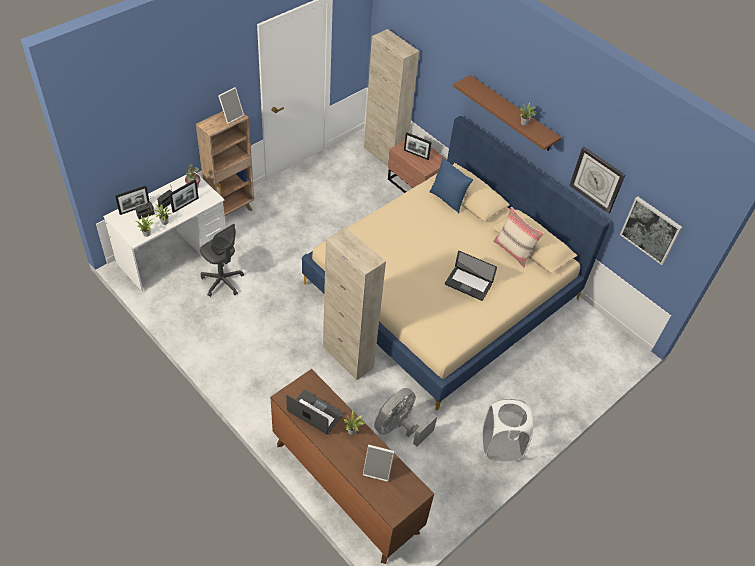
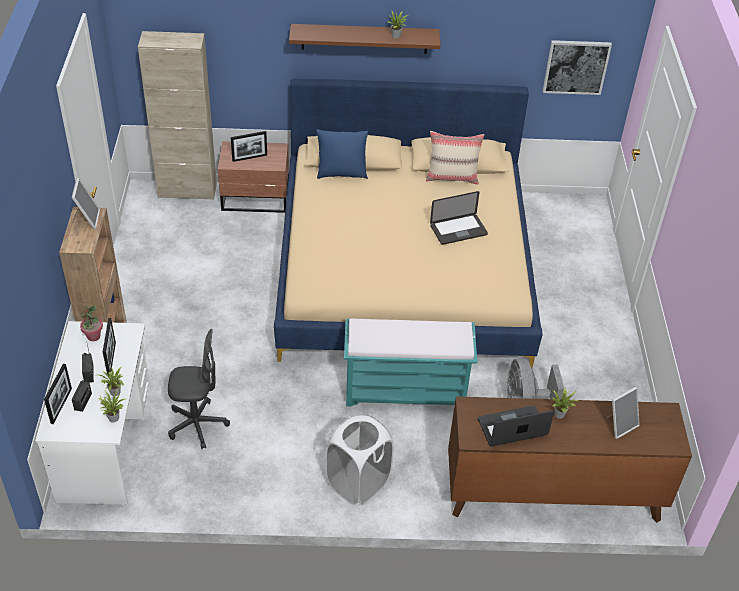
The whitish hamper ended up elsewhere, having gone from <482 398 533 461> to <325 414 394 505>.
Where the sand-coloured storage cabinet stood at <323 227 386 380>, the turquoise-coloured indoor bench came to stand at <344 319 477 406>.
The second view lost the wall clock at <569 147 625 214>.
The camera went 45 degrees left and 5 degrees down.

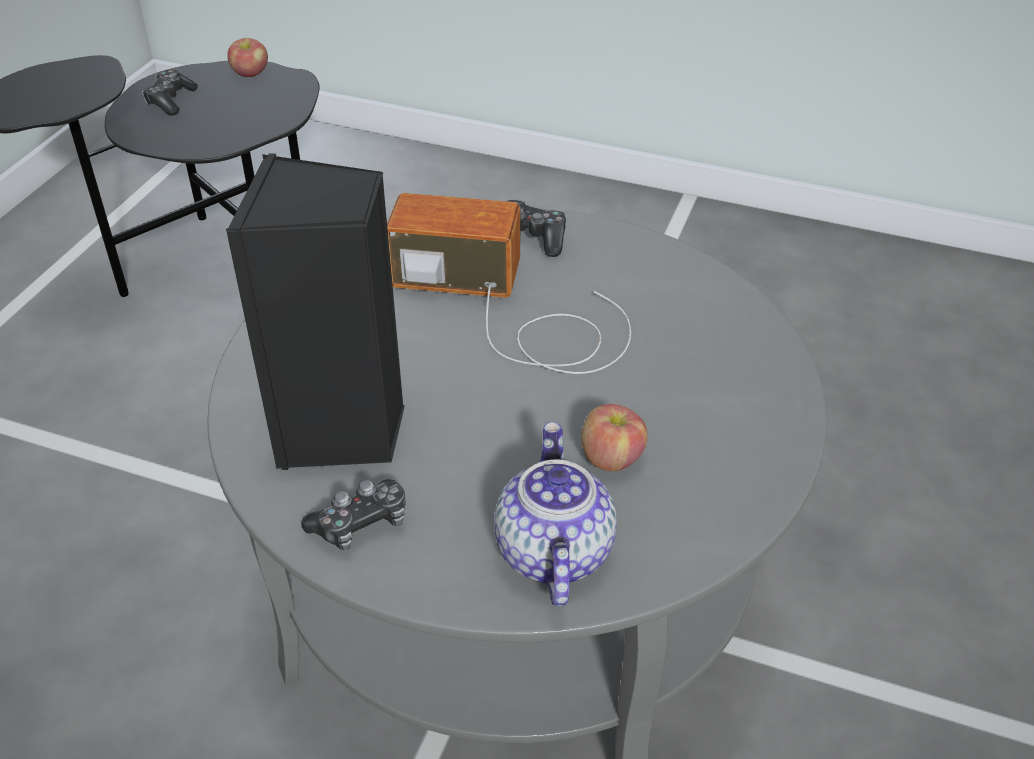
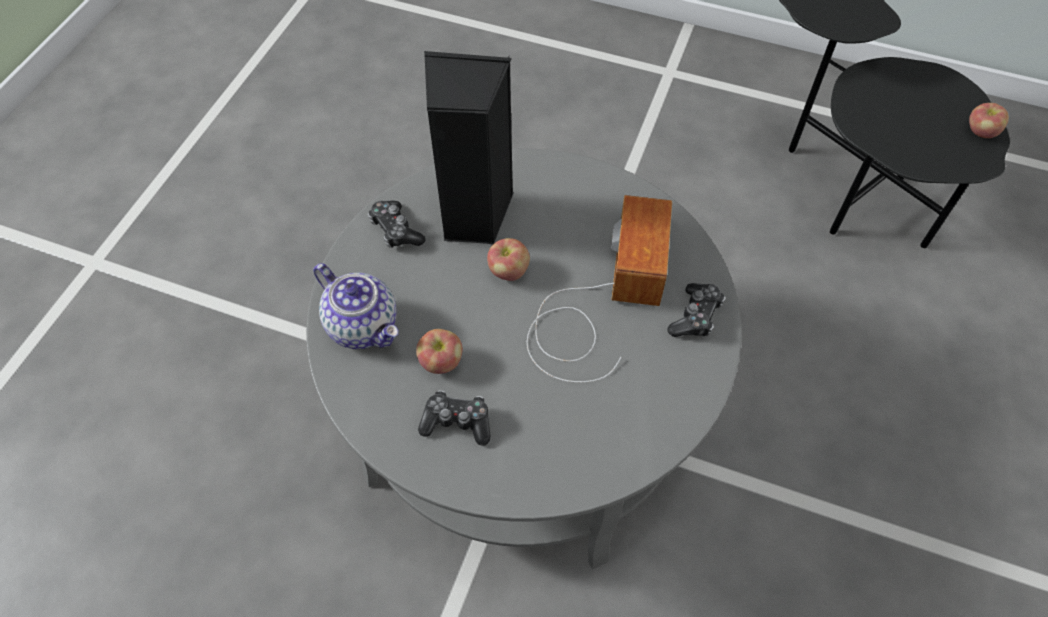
The tea pot at <494 422 617 607> ended up facing another way, 45 degrees clockwise from before.
The joypad ended up elsewhere, having gone from <142 69 198 116> to <418 390 490 446>.
The second view gained the apple at <487 238 530 281>.
The camera went 90 degrees right and 15 degrees up.

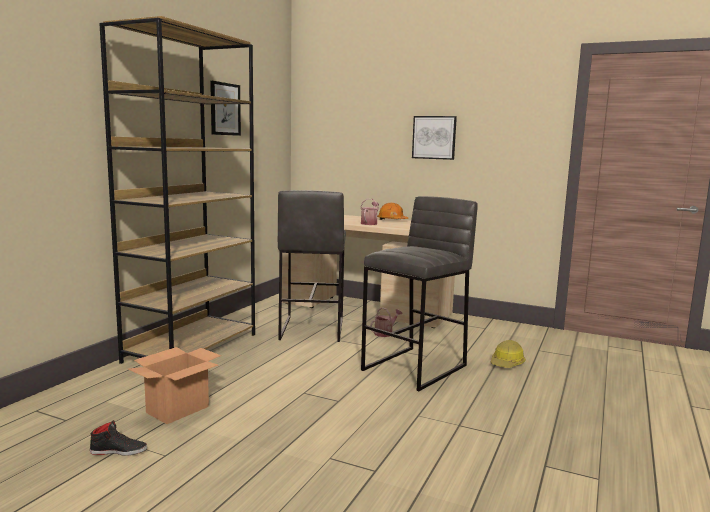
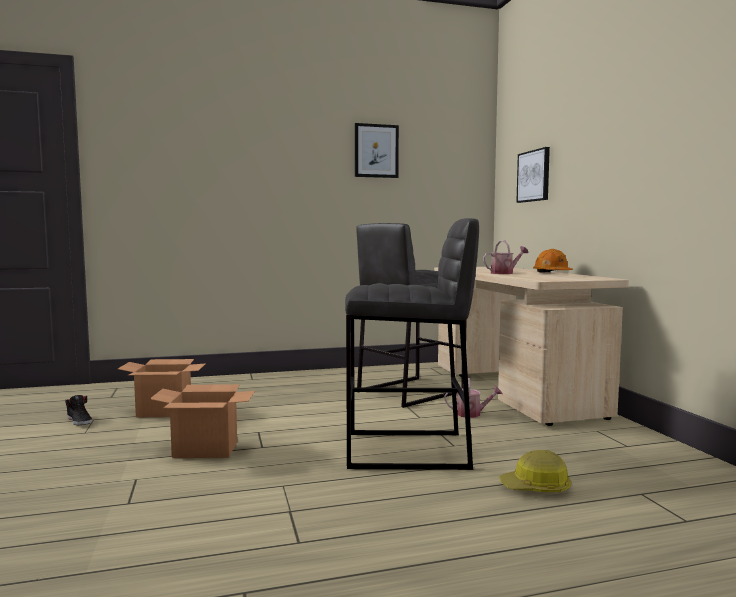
The second view gained the cardboard box at <150 384 255 458>.
The wall picture ended up elsewhere, having gone from <412 116 457 160> to <516 147 550 203>.
The second view lost the brown-coloured bookshelf at <99 16 255 364>.
The camera went 50 degrees right and 5 degrees down.

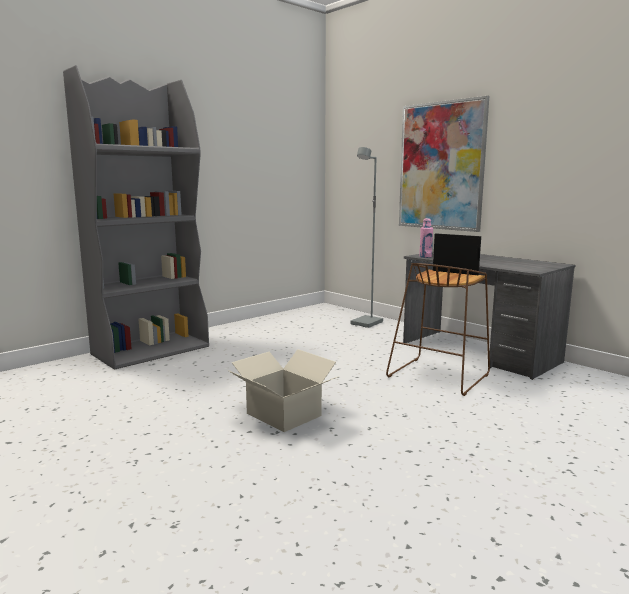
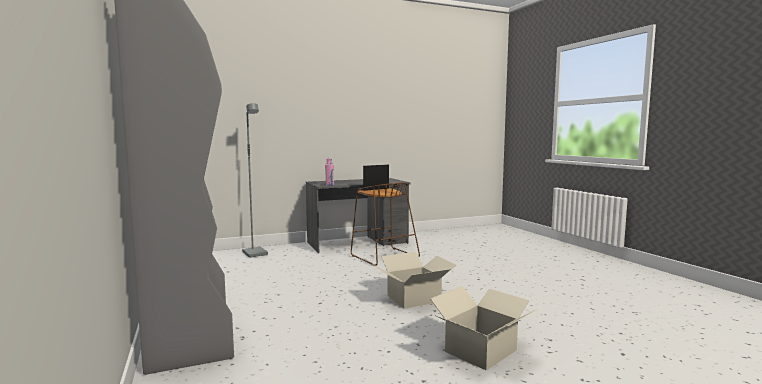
The second view gained the cardboard box at <430 286 538 370>.
The second view lost the wall picture at <399 96 489 232>.
The camera went 70 degrees left and 5 degrees down.

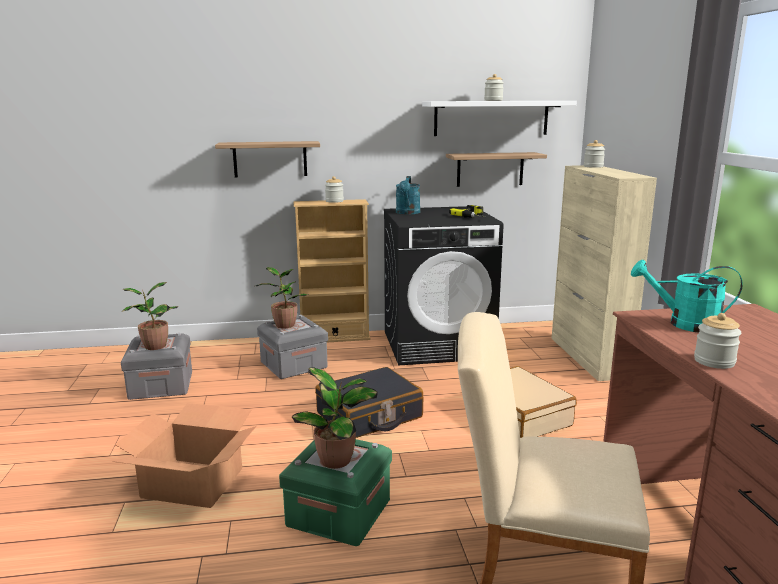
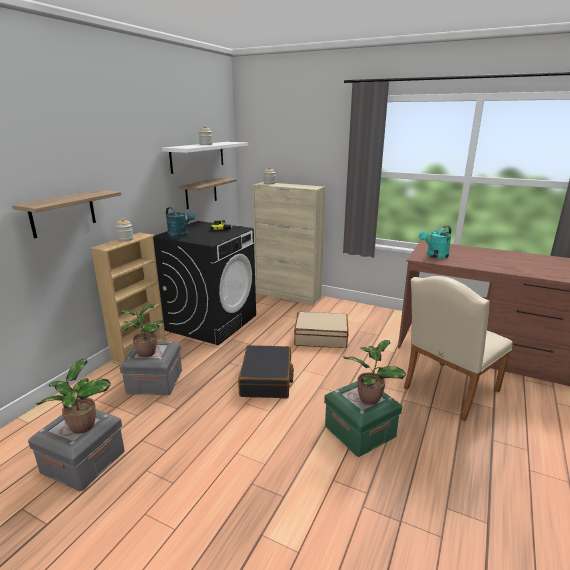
The second view lost the cardboard box at <113 403 257 508>.
The second view lost the jar at <694 313 741 369>.
The camera went 55 degrees left and 5 degrees up.

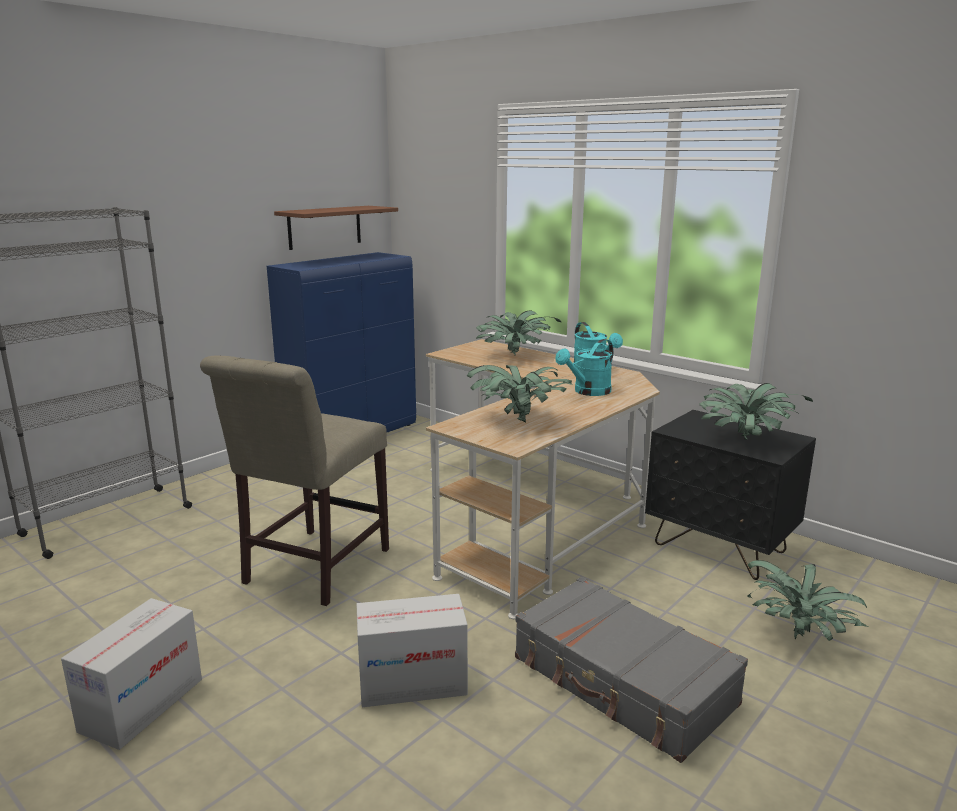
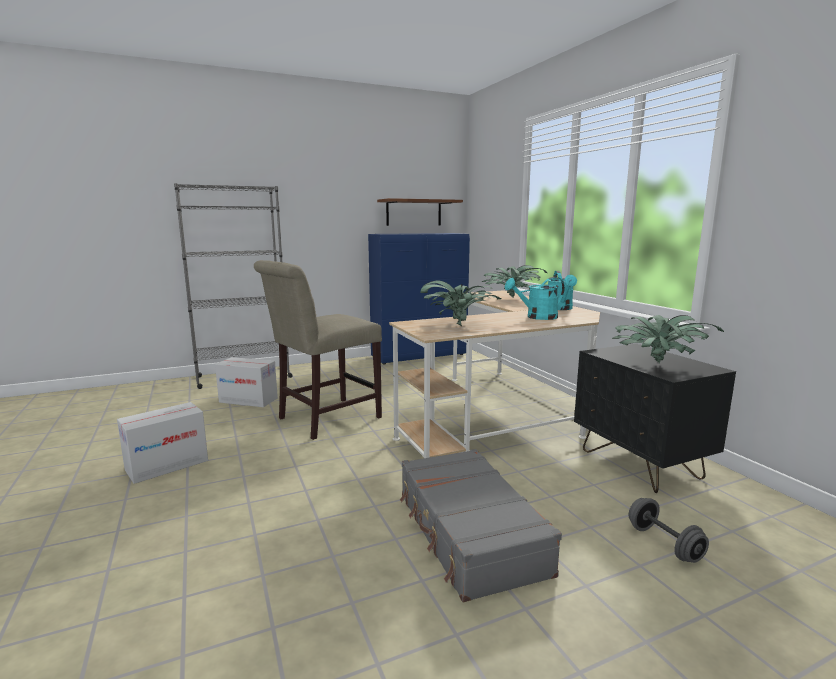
The cardboard box ended up elsewhere, having gone from <356 594 468 707> to <215 357 278 407>.
Where the potted plant stood at <747 560 868 641>, the grey dumbbell came to stand at <629 498 709 563>.
The camera went 25 degrees right and 5 degrees down.

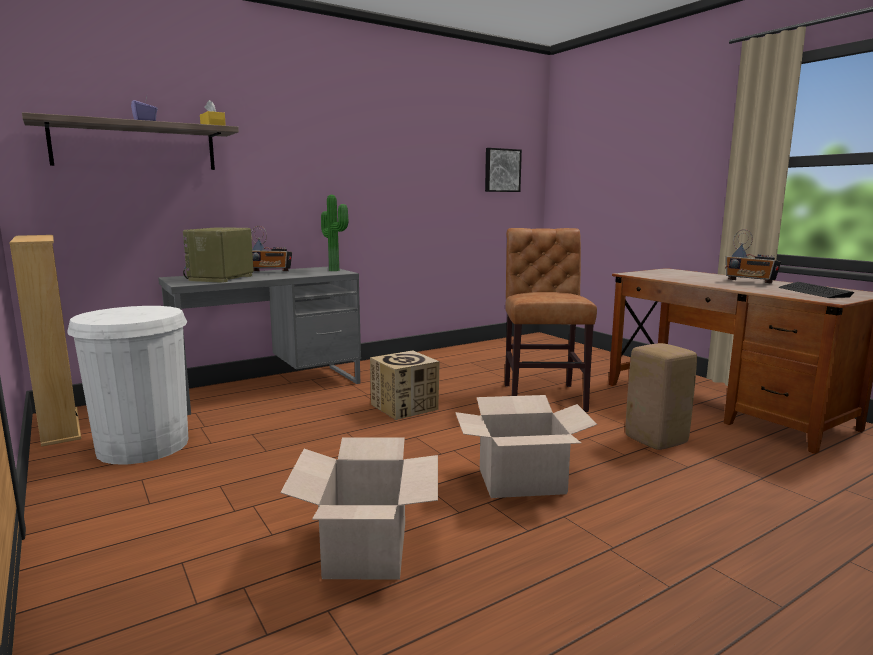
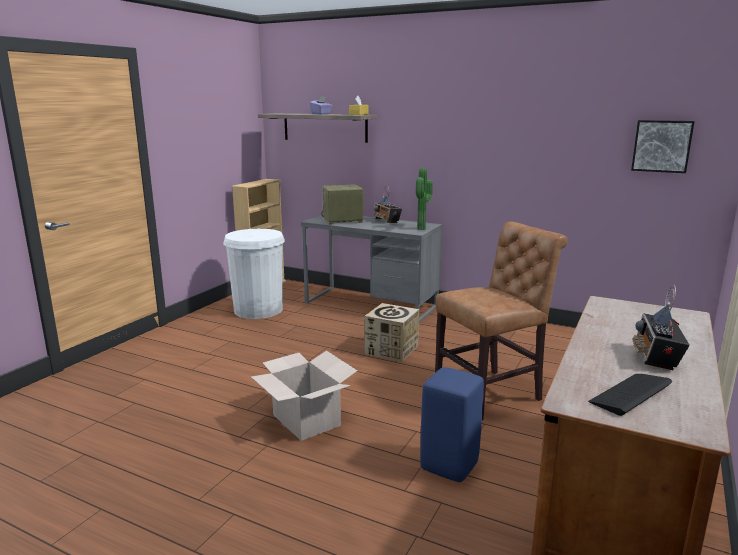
What was the sand-coloured sitting stool at <625 343 697 450> turned into the blue-coloured sitting stool at <420 367 484 482>.
The second view lost the cardboard box at <280 437 438 579>.
The camera went 60 degrees right and 5 degrees up.

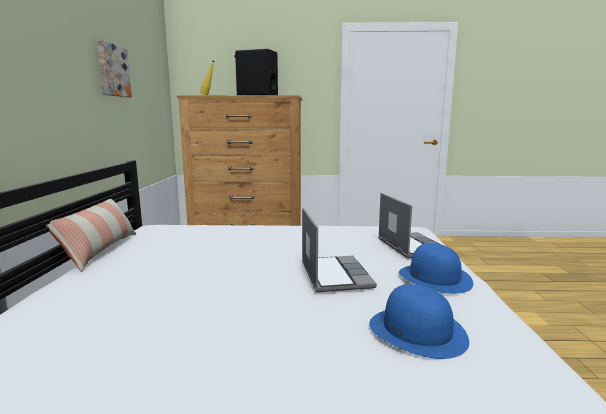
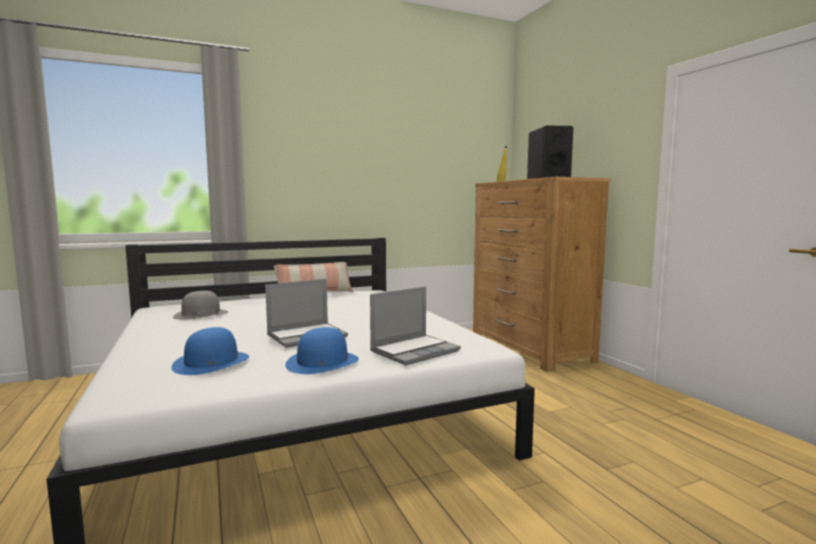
The second view gained the grey clothing hat at <173 291 228 320>.
The second view lost the wall picture at <97 40 132 98>.
The camera went 65 degrees right and 5 degrees down.

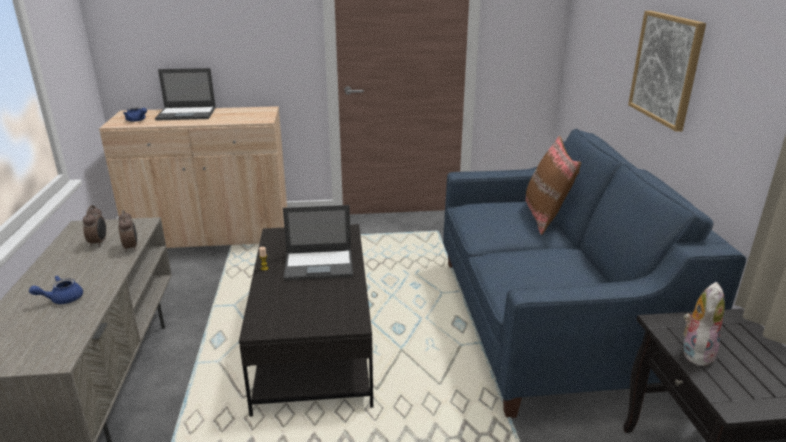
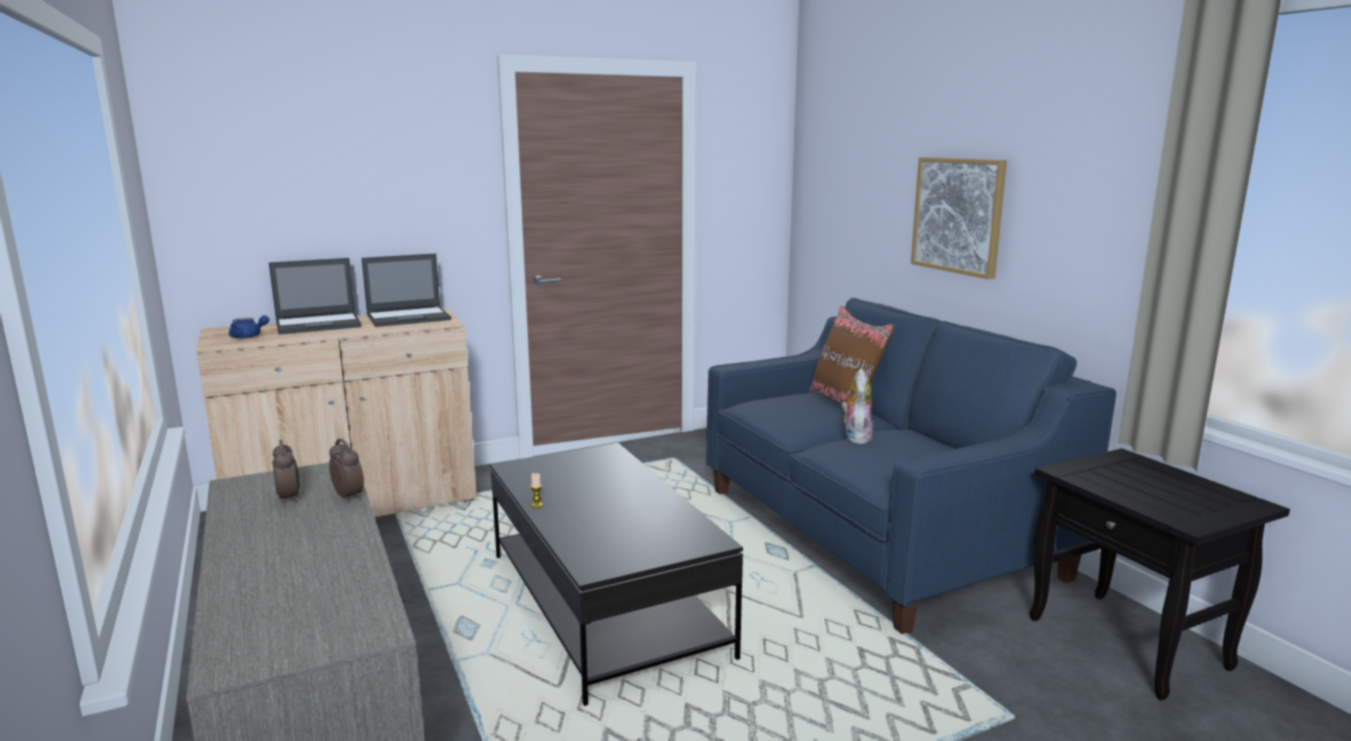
The portable computer ended up elsewhere, having gone from <283 205 353 281> to <361 254 451 327>.
The cuddly toy ended up elsewhere, having gone from <683 282 725 366> to <841 368 873 444>.
The second view lost the blue-coloured tea pot at <29 276 83 304>.
The camera went 20 degrees left and 10 degrees down.

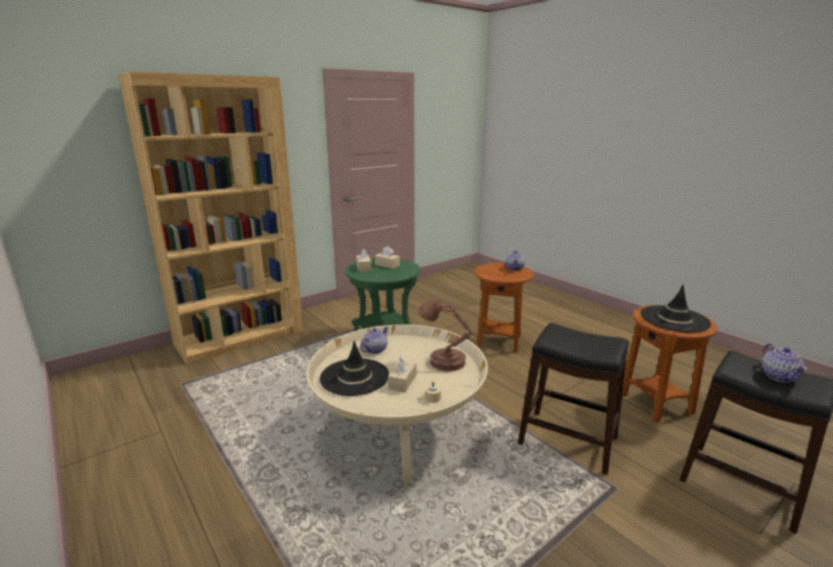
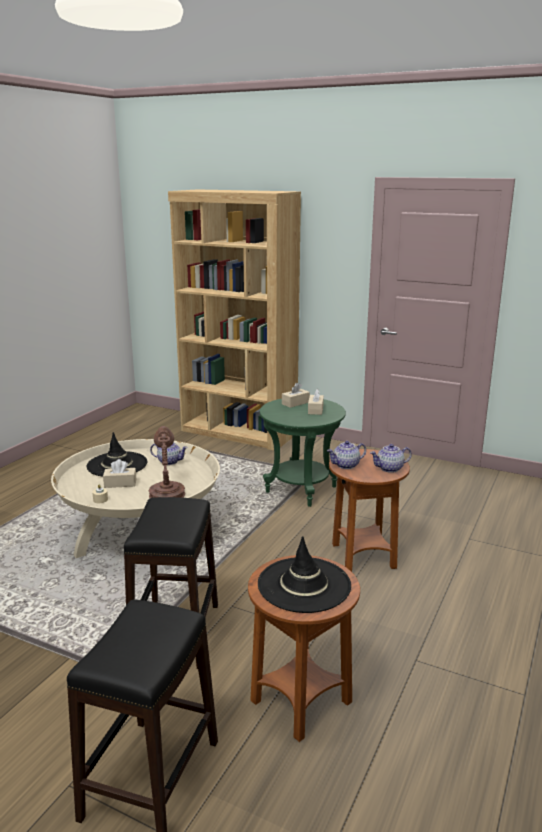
The tea pot ended up elsewhere, having gone from <762 343 808 383> to <327 441 366 469>.
The camera went 65 degrees right and 0 degrees up.

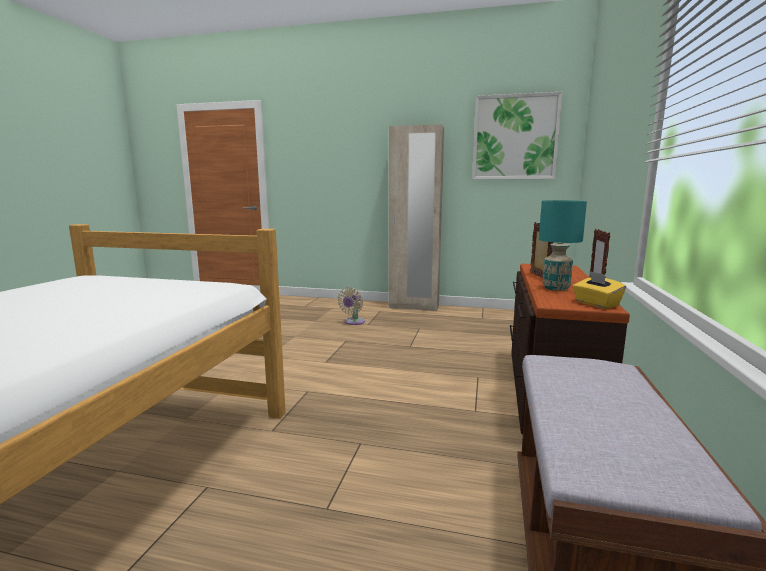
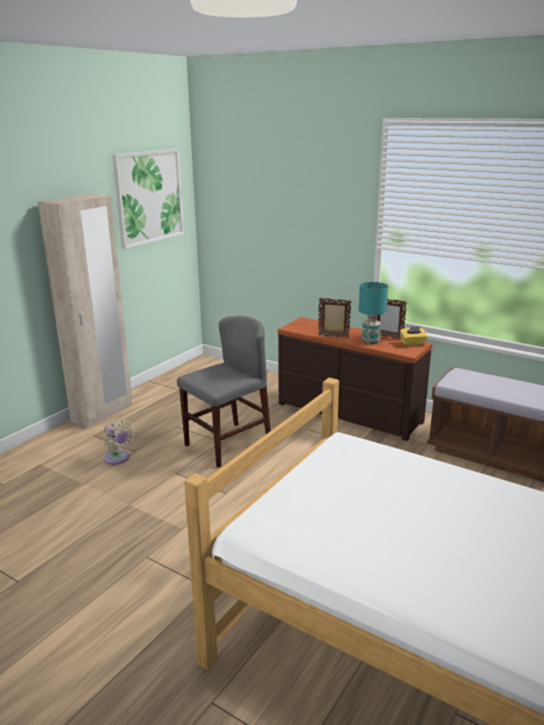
The second view gained the grey chair at <177 316 271 468>.
The camera went 70 degrees left and 10 degrees up.

